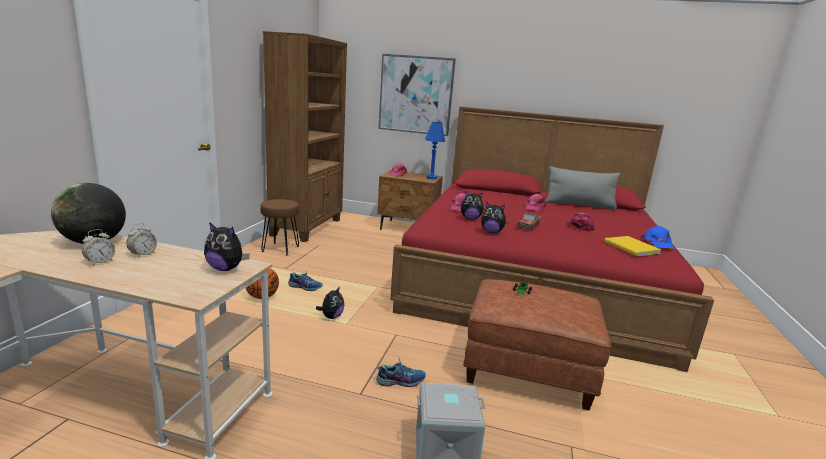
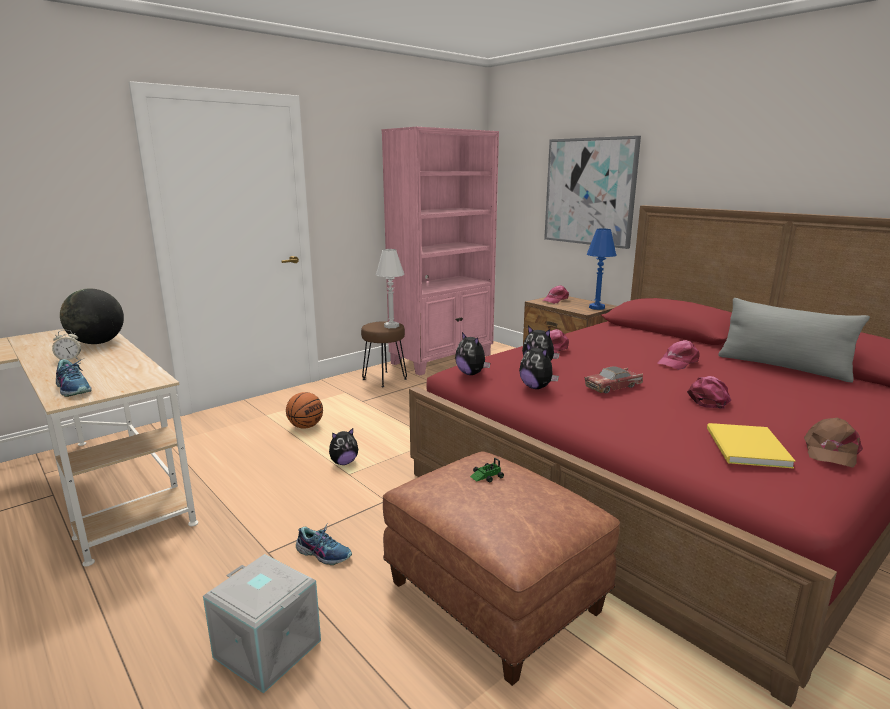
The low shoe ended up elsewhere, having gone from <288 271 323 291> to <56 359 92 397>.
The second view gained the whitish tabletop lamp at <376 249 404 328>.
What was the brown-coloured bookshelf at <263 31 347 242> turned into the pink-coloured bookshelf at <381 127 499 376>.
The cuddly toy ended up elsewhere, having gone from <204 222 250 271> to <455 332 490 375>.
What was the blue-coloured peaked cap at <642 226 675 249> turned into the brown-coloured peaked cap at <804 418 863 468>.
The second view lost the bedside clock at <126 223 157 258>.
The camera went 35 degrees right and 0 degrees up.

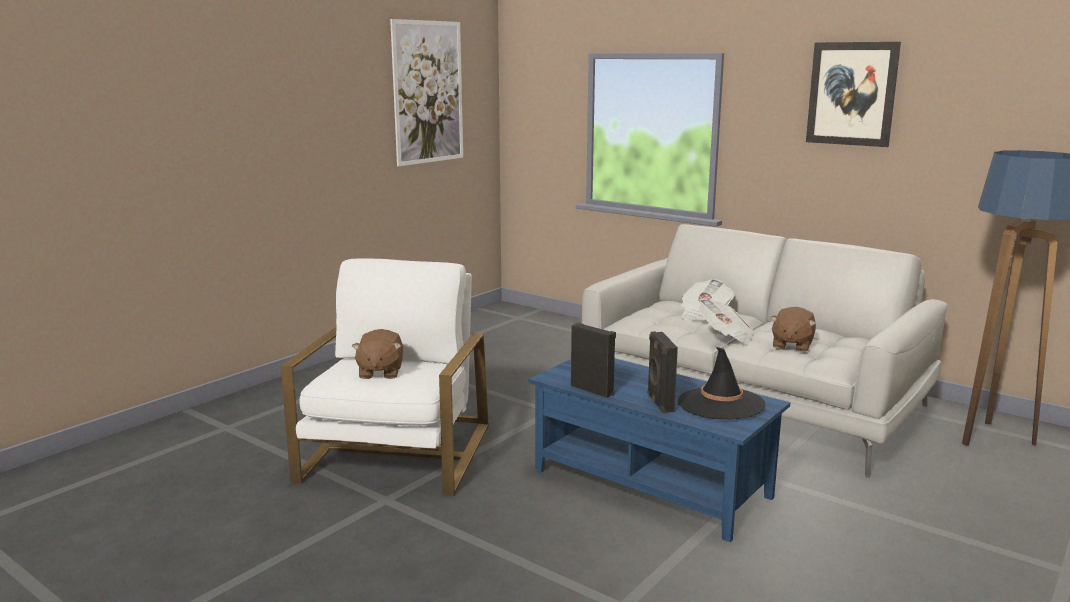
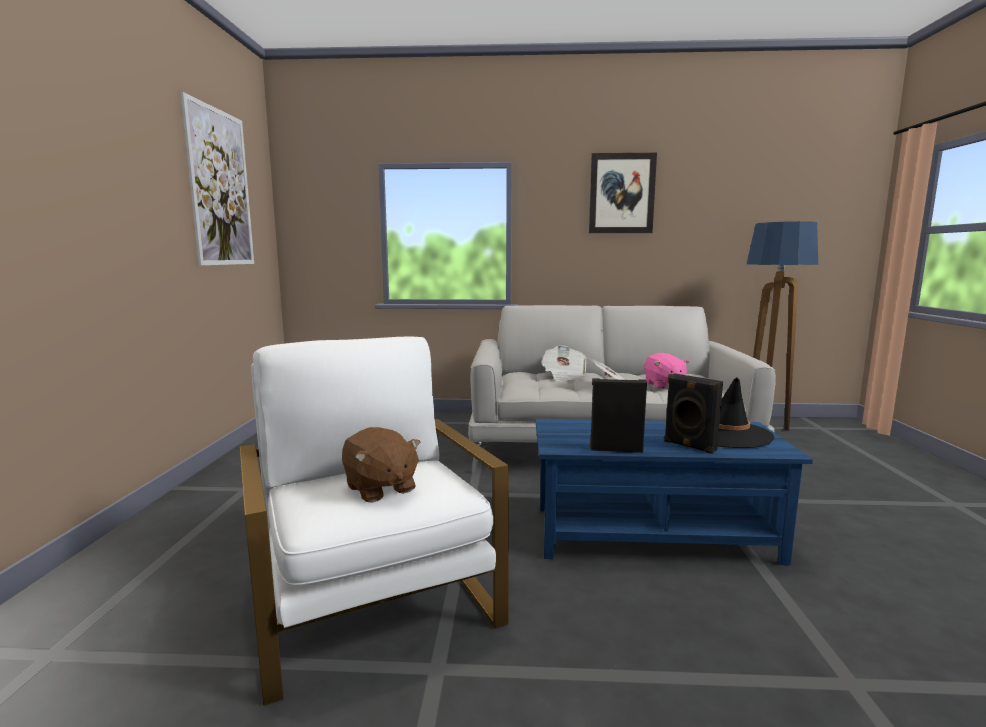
What was the brown-coloured cuddly toy at <770 307 816 352> turned into the pink-coloured cuddly toy at <644 353 689 389>.
The camera went 35 degrees left and 5 degrees down.

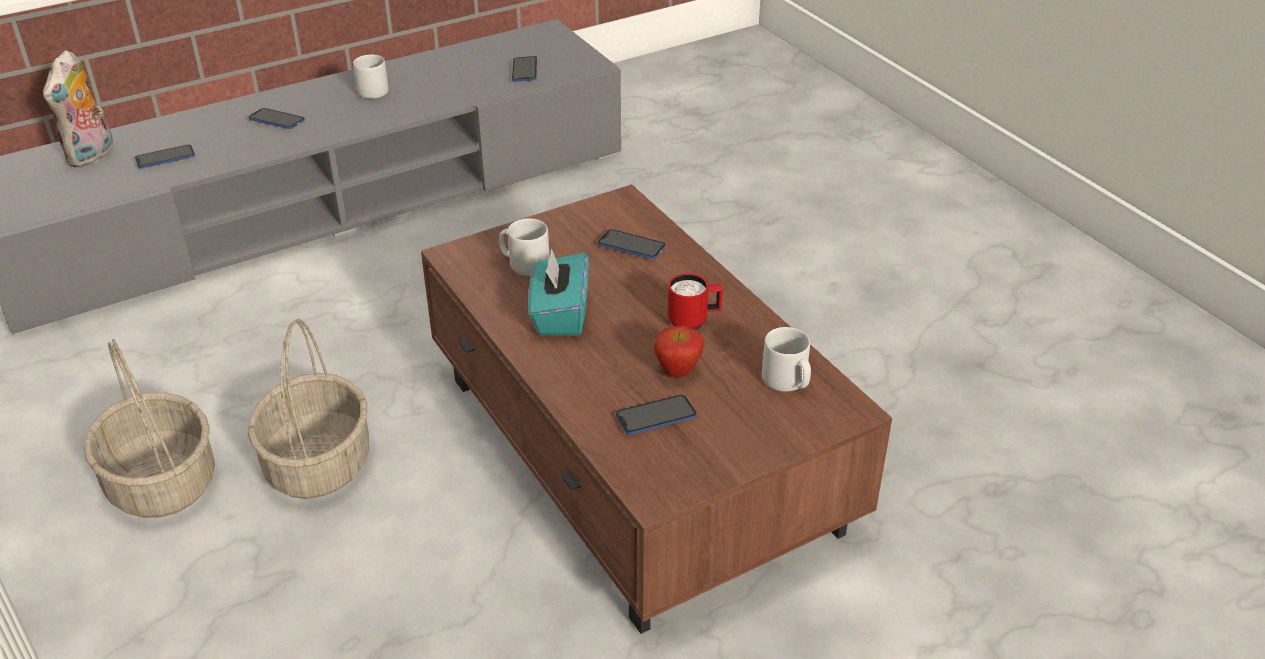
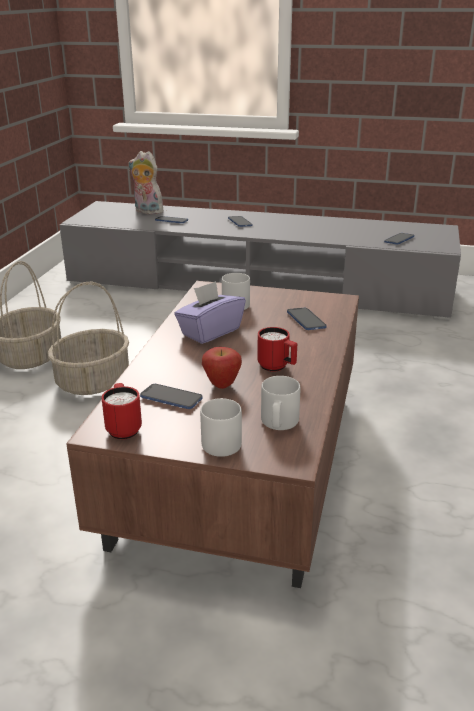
The second view gained the reddish coffee mug at <102 383 142 439>.
The cuddly toy at <43 50 113 168> ended up facing another way, 60 degrees clockwise from before.
What was the turquoise-coloured tissue box at <528 248 589 336> turned into the purple-coloured tissue box at <174 281 246 344>.
The grey coffee mug ended up elsewhere, having gone from <353 55 389 99> to <200 398 242 457>.
The camera went 45 degrees right and 10 degrees down.

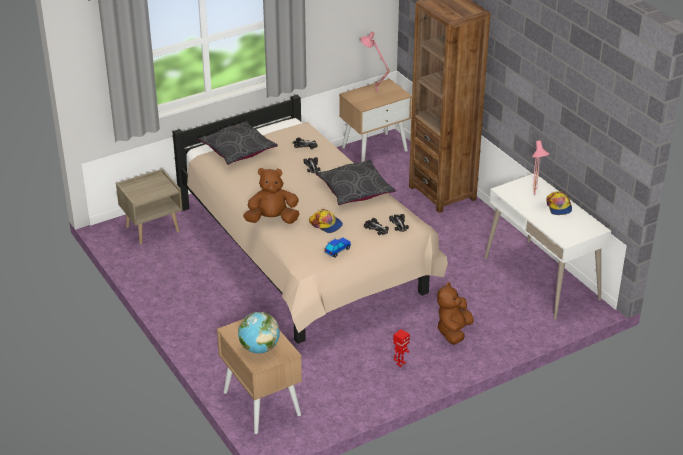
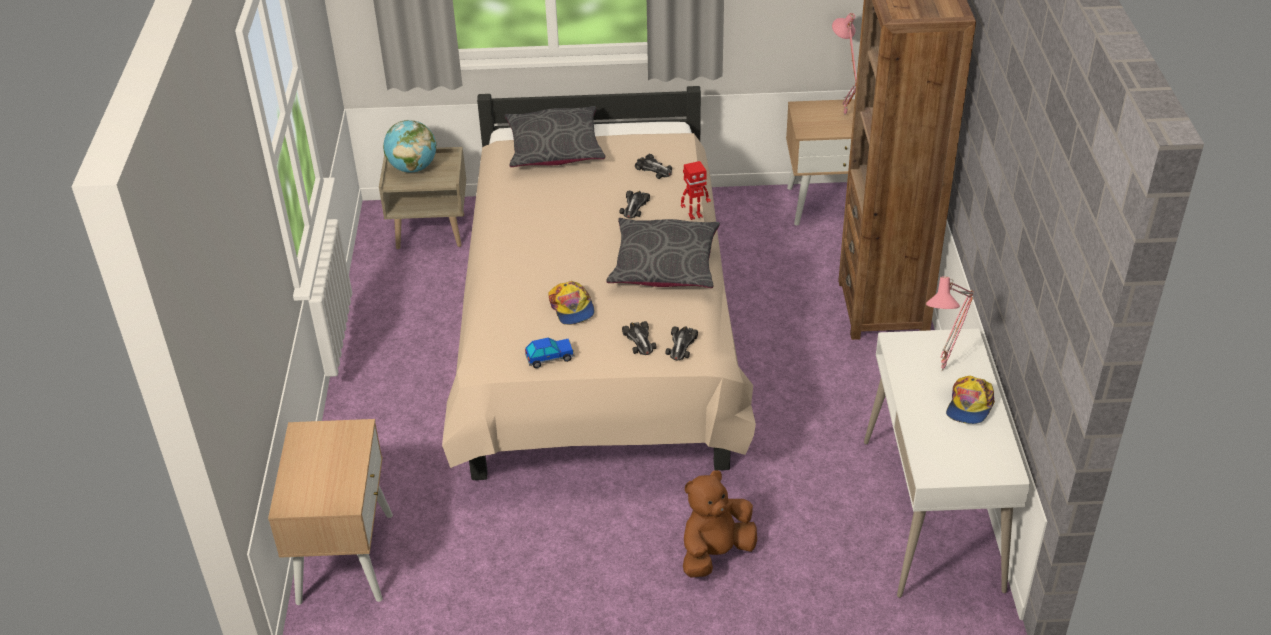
The world globe ended up elsewhere, having gone from <238 312 280 353> to <383 120 436 173>.
The model robot ended up elsewhere, having gone from <393 329 410 367> to <681 161 711 220>.
The second view lost the brown-coloured cuddly toy at <243 168 300 224>.
The camera went 30 degrees right and 5 degrees up.

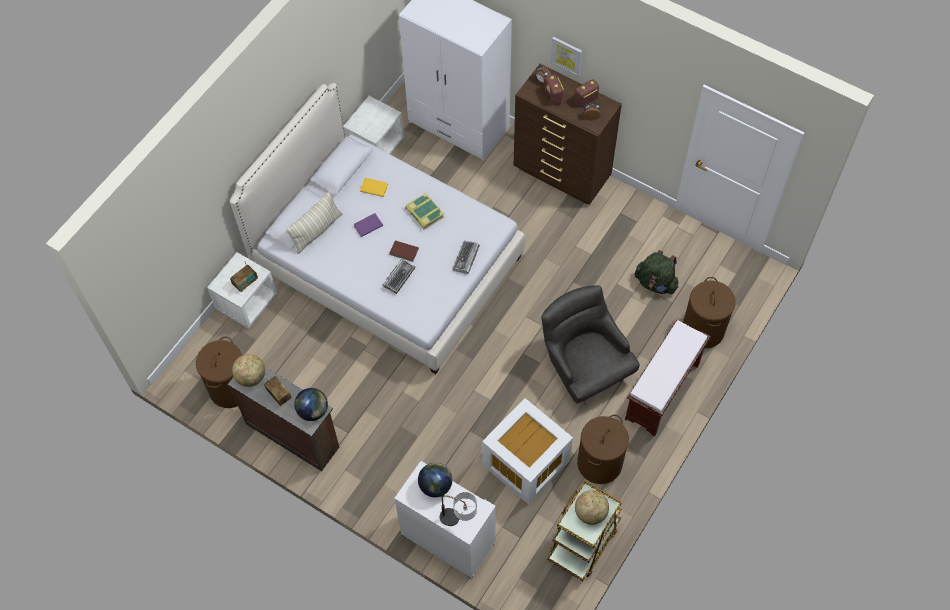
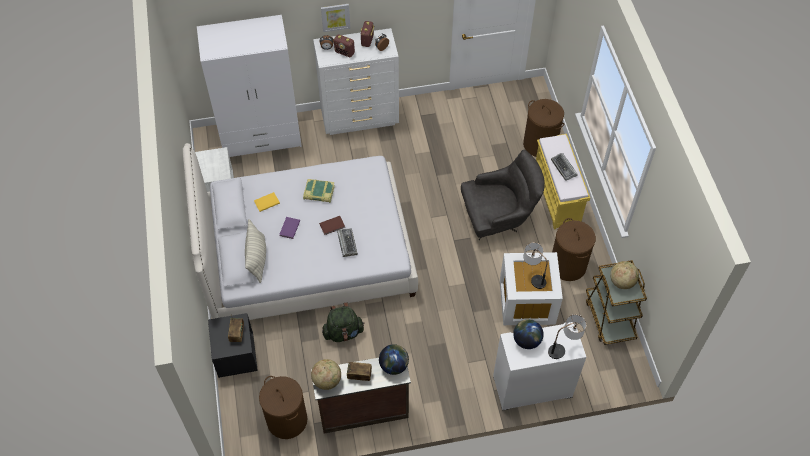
What was the whitish nightstand at <207 252 277 329> turned into the black nightstand at <208 313 258 378>.
What was the brown-coloured chest of drawers at <514 64 622 205> turned into the whitish chest of drawers at <313 28 399 135>.
The green knapsack ended up elsewhere, having gone from <635 250 679 294> to <322 302 365 342>.
The grey armchair at <541 285 640 405> ended up facing another way, 150 degrees clockwise from before.
The second view gained the tabletop lamp at <523 242 548 289>.
What was the brown-coloured indoor bench at <625 320 710 437> turned into the yellow indoor bench at <536 134 590 229>.
The PC keyboard ended up elsewhere, having gone from <453 241 480 274> to <551 153 578 181>.
The camera went 45 degrees left and 5 degrees down.

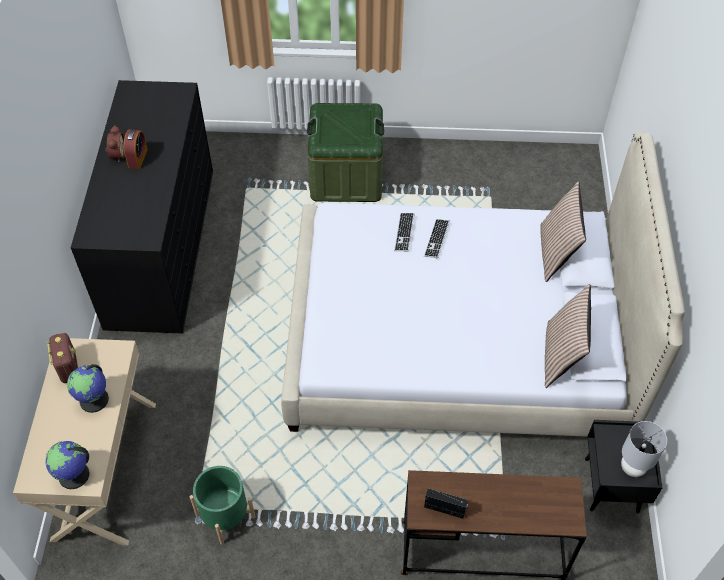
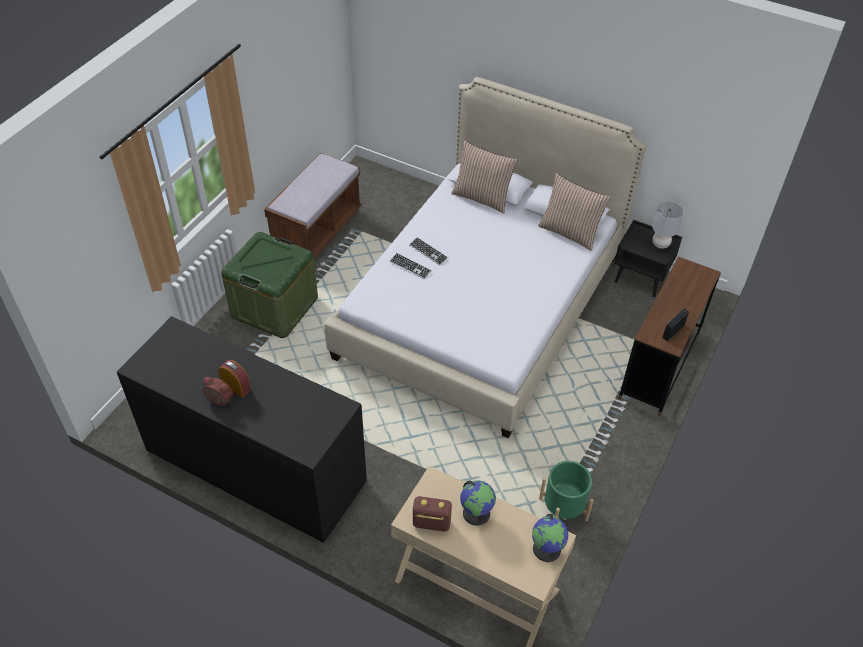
The second view gained the brown-coloured indoor bench at <264 153 362 259>.
The camera went 65 degrees left and 5 degrees down.

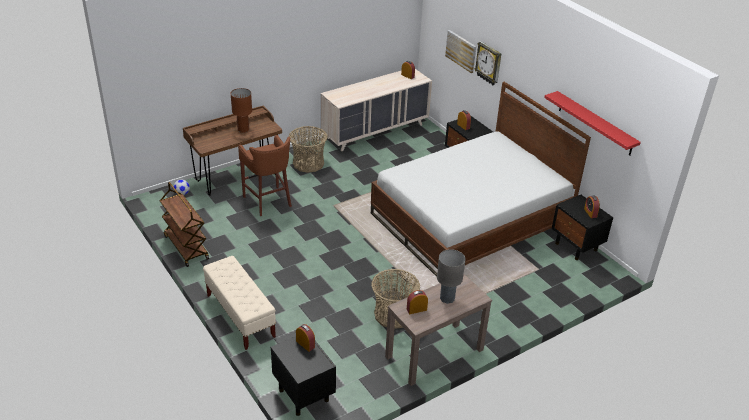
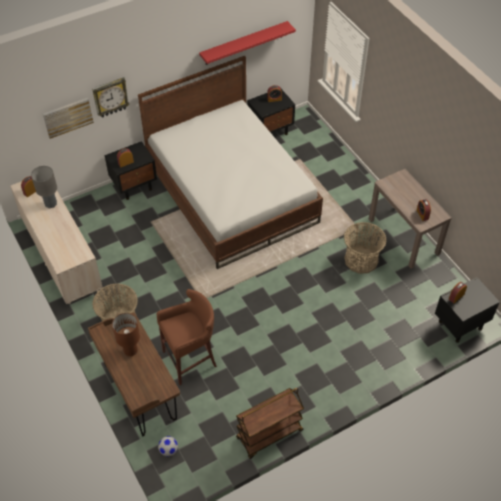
The grey tabletop lamp ended up elsewhere, having gone from <437 249 466 304> to <31 166 57 209>.
The second view lost the sand-coloured indoor bench at <203 256 276 350>.
The camera went 85 degrees left and 15 degrees up.

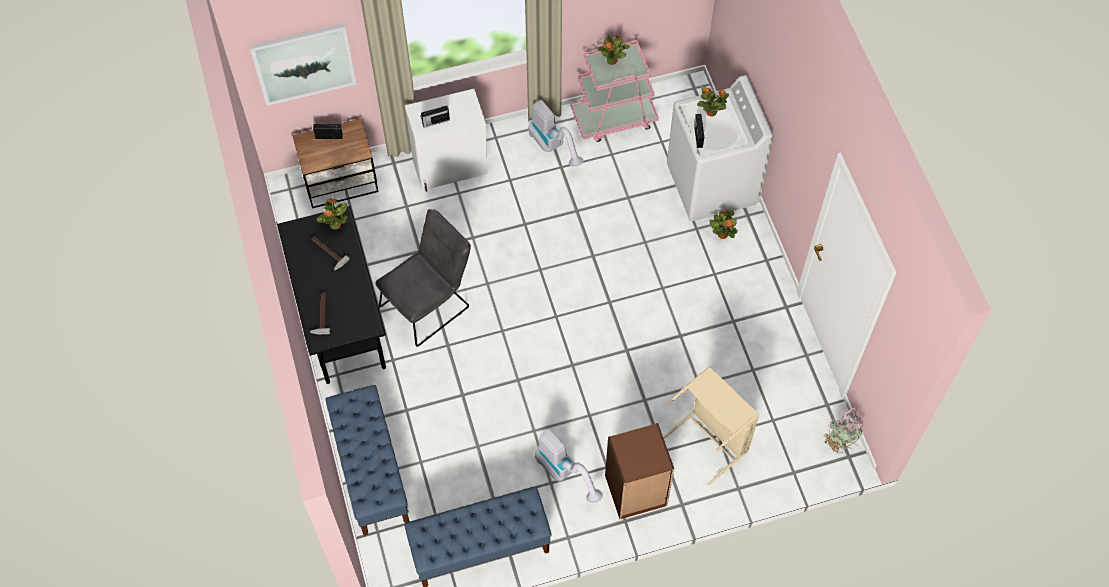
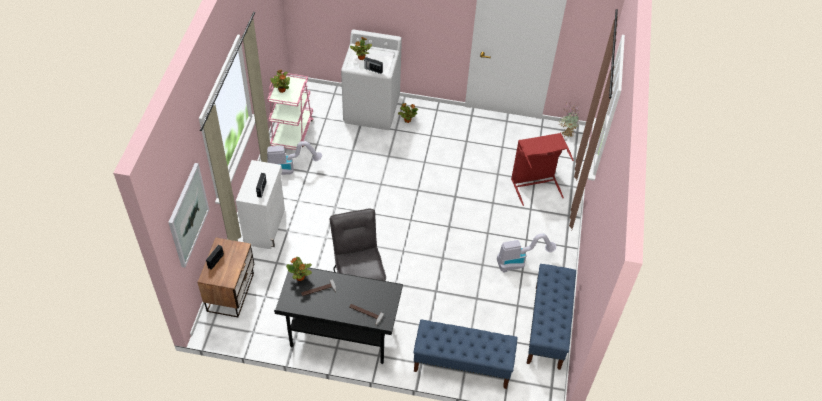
What was the sand-coloured hamper at <663 366 759 485> turned into the reddish hamper at <511 133 574 206>.
The second view lost the brown-coloured bookshelf at <605 423 674 519>.
The camera went 65 degrees left and 10 degrees down.

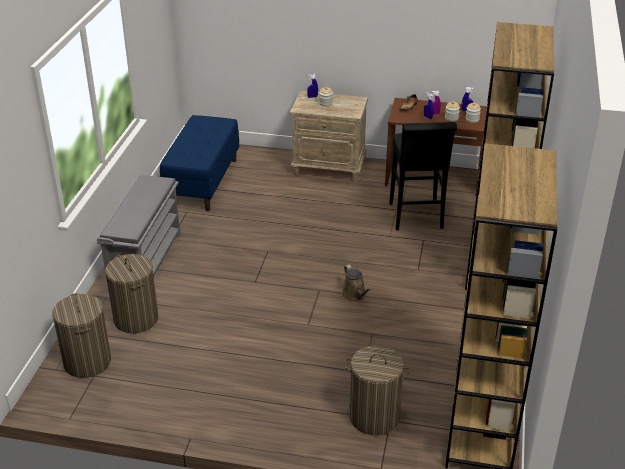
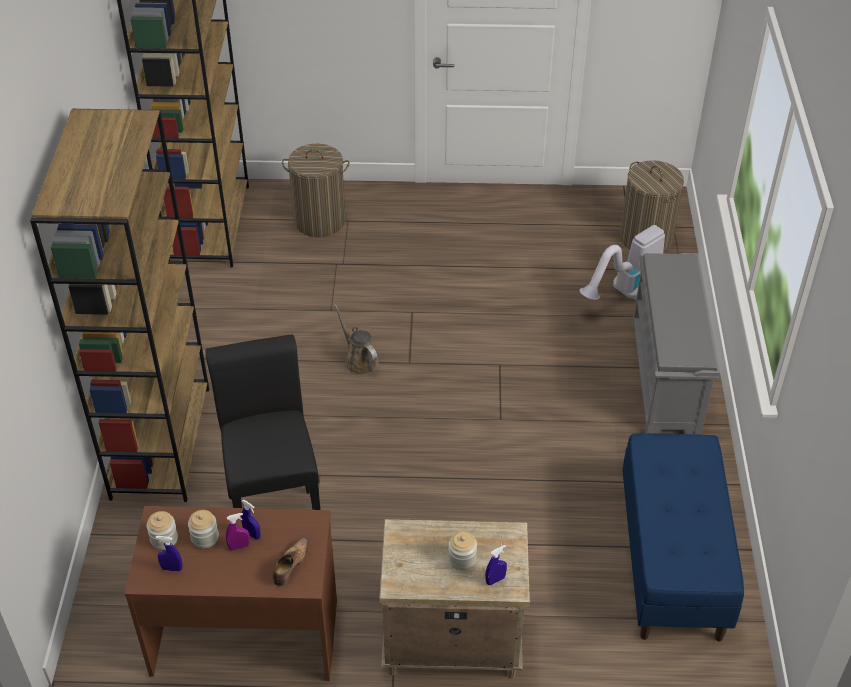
Where the hamper stood at <105 254 158 333>, the vacuum cleaner came to stand at <579 225 665 300>.
The camera went 170 degrees right and 10 degrees up.

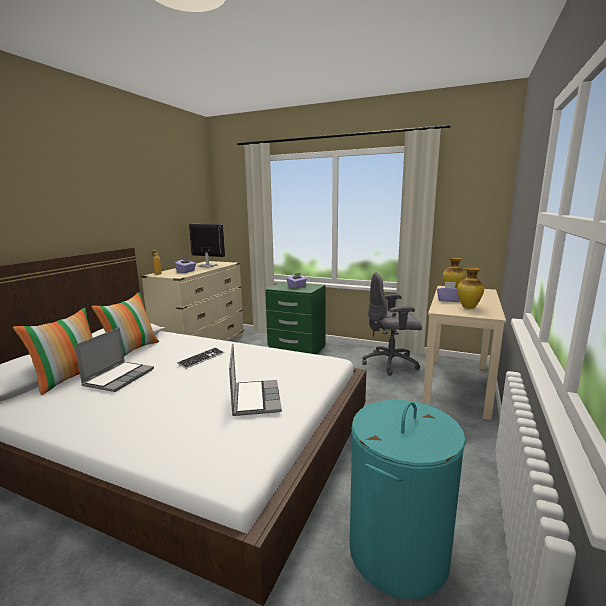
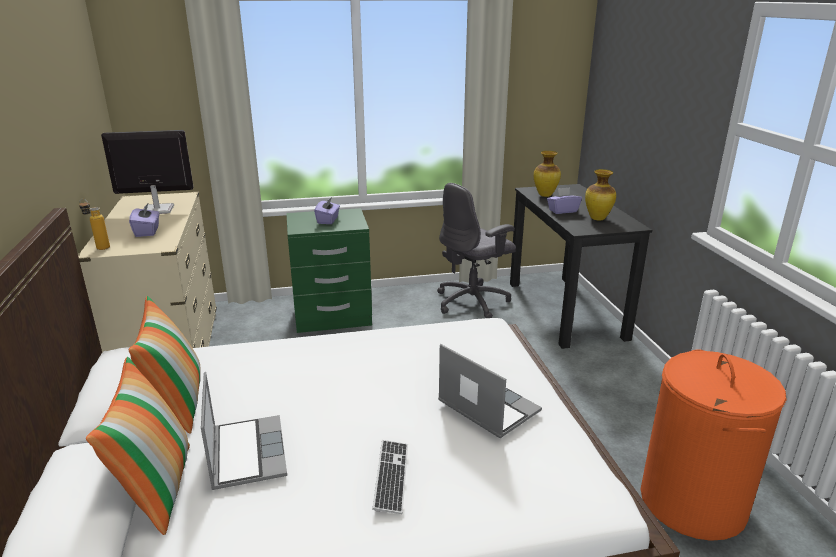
The PC keyboard ended up elsewhere, having gone from <177 347 224 369> to <372 440 408 514>.
What was the sand-coloured desk table at <422 286 506 420> turned into the black desk table at <510 184 652 349>.
What was the turquoise-coloured hamper at <350 400 466 599> turned into the orangey hamper at <641 349 787 541>.
The camera went 35 degrees left and 10 degrees up.

